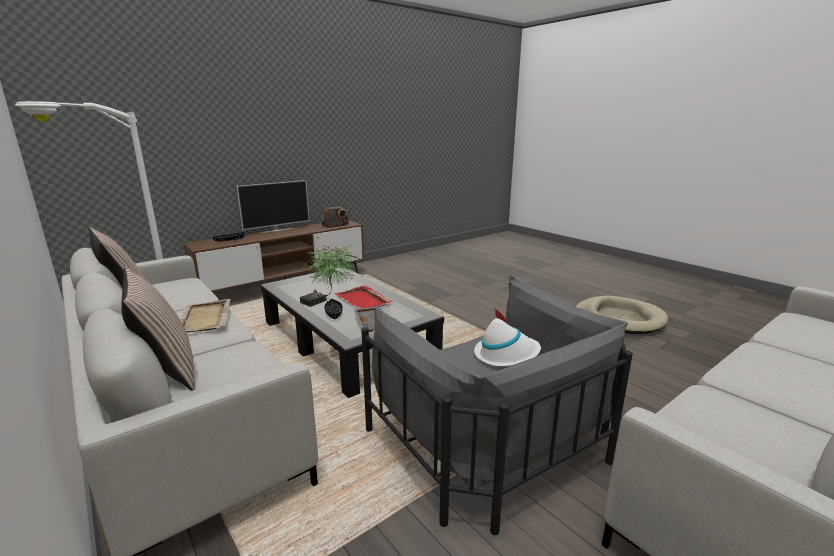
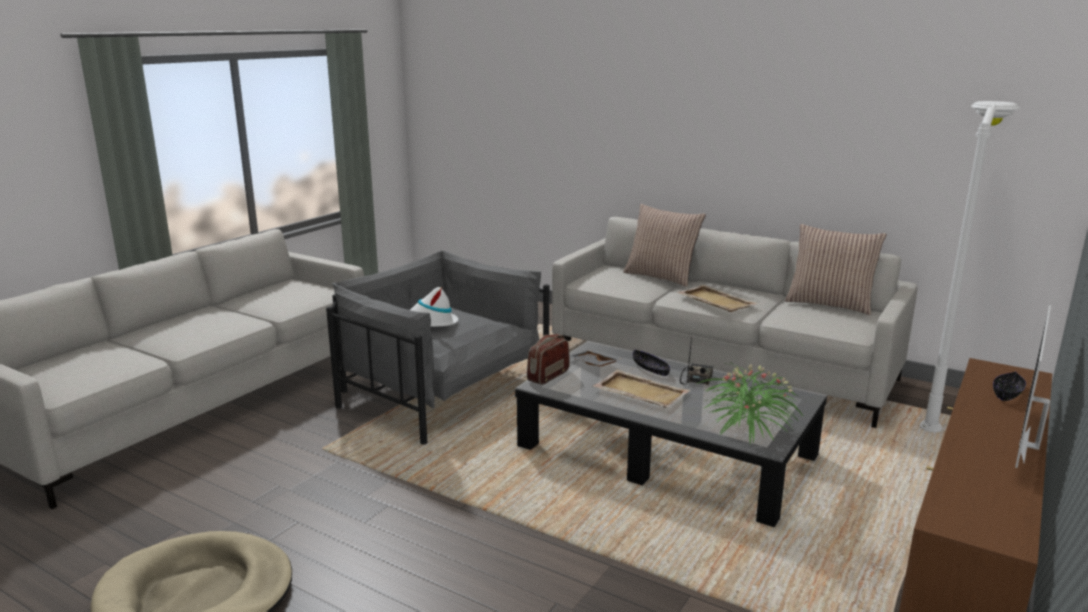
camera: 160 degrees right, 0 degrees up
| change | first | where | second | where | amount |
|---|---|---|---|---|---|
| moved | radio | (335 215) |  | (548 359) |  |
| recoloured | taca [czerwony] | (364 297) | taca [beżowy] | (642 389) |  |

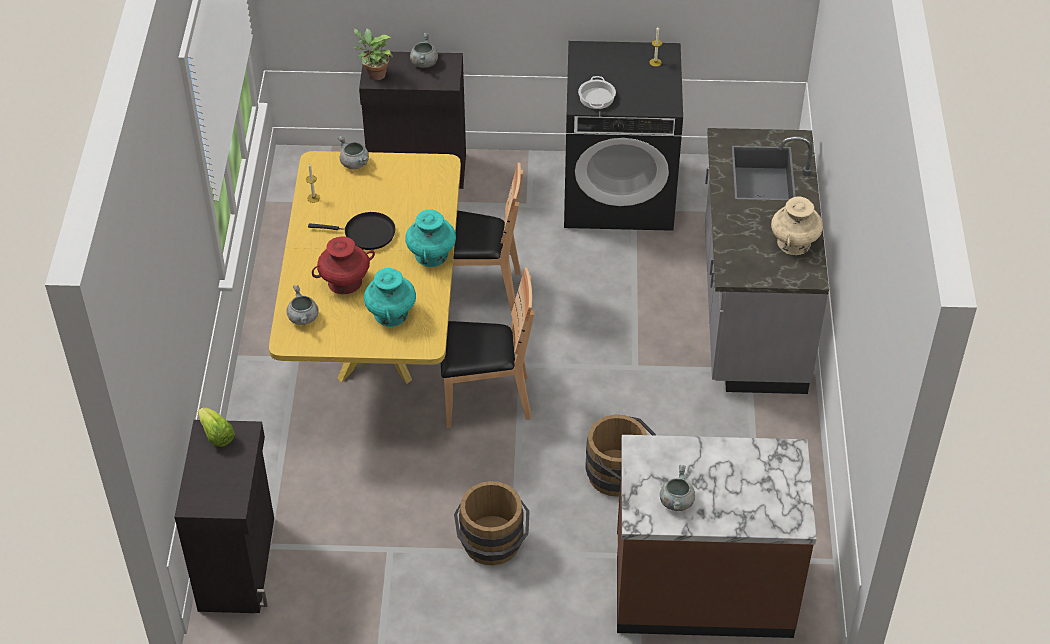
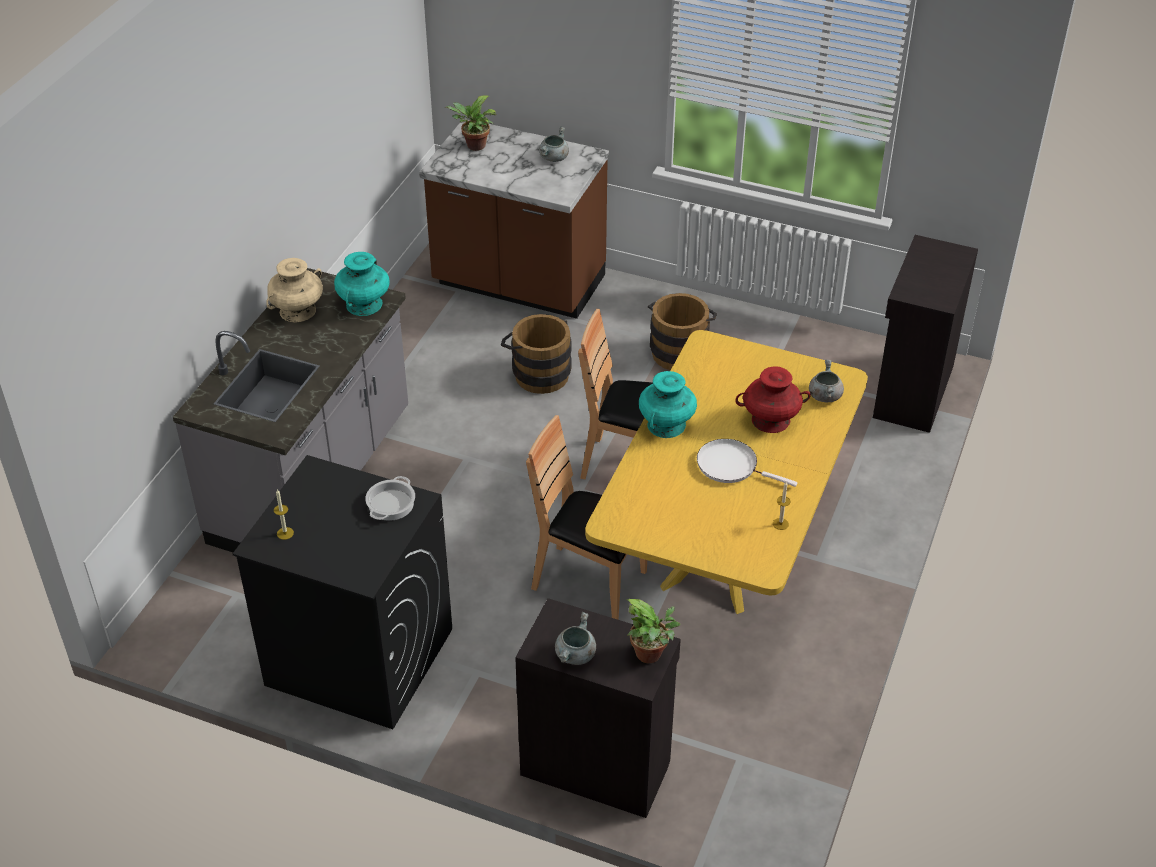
camera: 160 degrees left, 5 degrees down
| change | first | where | second | where | amount |
|---|---|---|---|---|---|
| removed | garnek [szary] | (353 152) |  |  |  |
| recoloured | patelnia [czarny] | (351 231) | patelnia [biały] | (747 463) |  |
| moved | wazon [turkusowy] | (390 297) |  | (362 284) |  |
| removed | sałata | (216 427) |  |  |  |
| added |  |  | roślina doniczkowa | (471 123) |  |

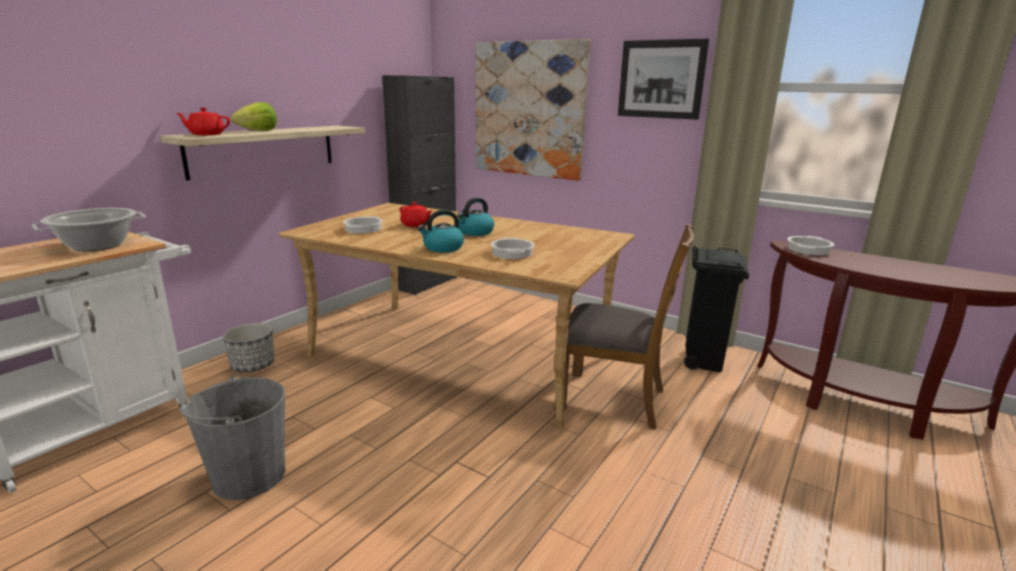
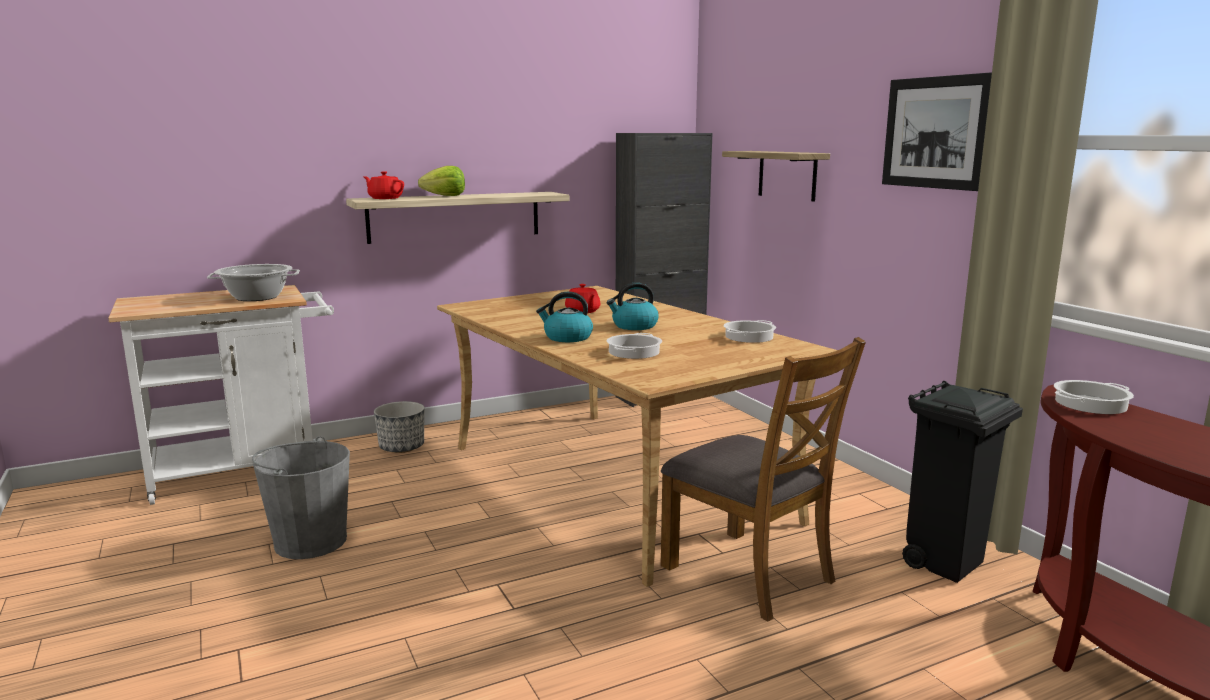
camera: 30 degrees right, 5 degrees down
| change | first | where | second | where | amount |
|---|---|---|---|---|---|
| replaced | obraz | (533 110) | półka | (776 176) |  |
| moved | garnek | (363 224) |  | (749 331) |  |

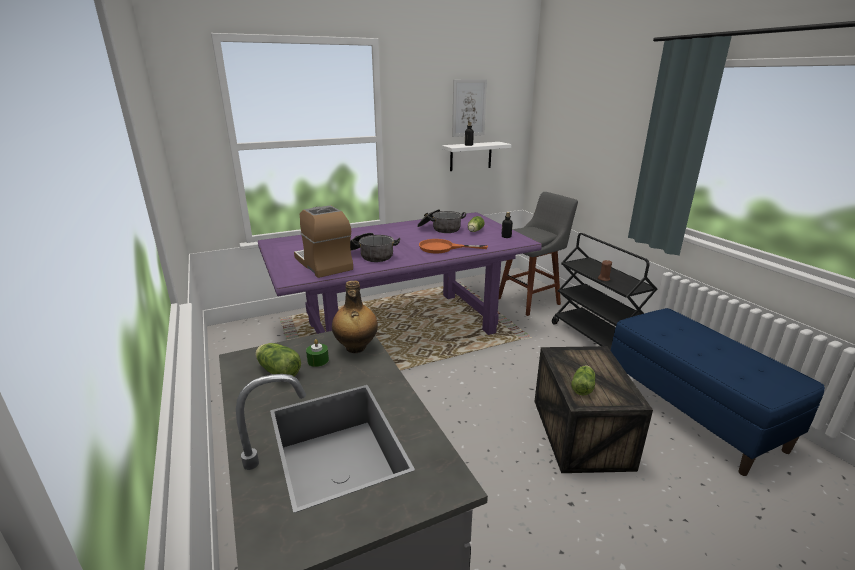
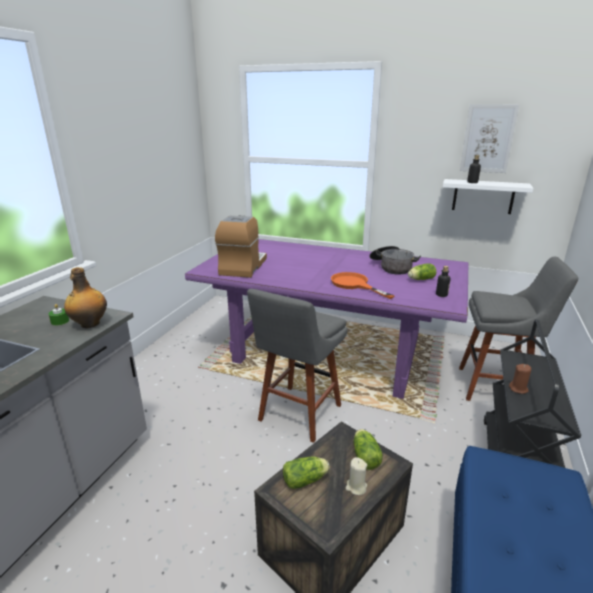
camera: 45 degrees right, 0 degrees up
| change | first | where | second | where | amount |
|---|---|---|---|---|---|
| removed | garnek | (375 247) |  |  |  |
| moved | sałata | (278 359) |  | (368 449) |  |
| added |  |  | stołek [szary] | (297 366) |  |
| added |  |  | świeca [beżowy] | (356 476) |  |

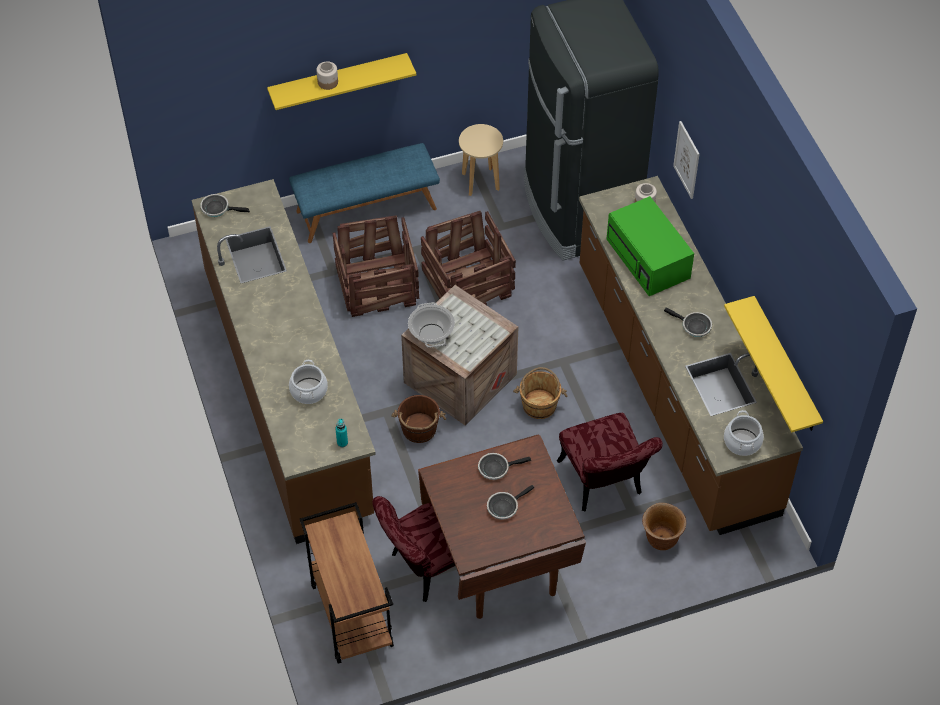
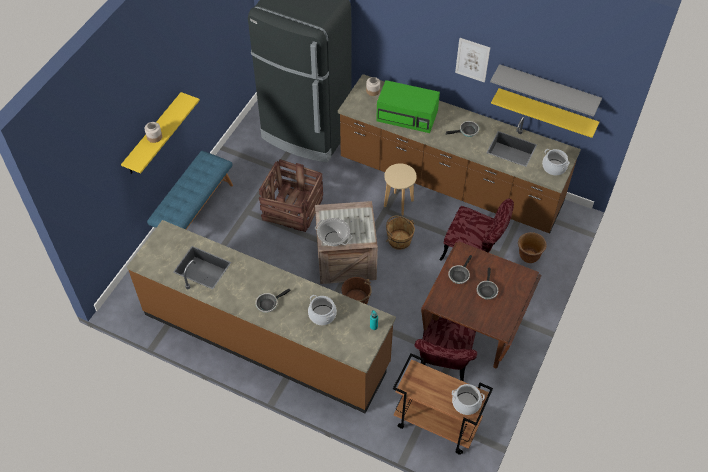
camera: 45 degrees left, 0 degrees up
| change | first | where | second | where | amount |
|---|---|---|---|---|---|
| moved | obraz | (686 160) |  | (472 60) |  |
| moved | stołek [beżowy] | (481 160) |  | (400 189) |  |
| moved | patelnia | (225 205) |  | (273 300) |  |
| removed | skrzynka | (376 266) |  |  |  |
| added |  |  | półka [szary] | (546 90) |  |
| added |  |  | garnek | (468 399) |  |

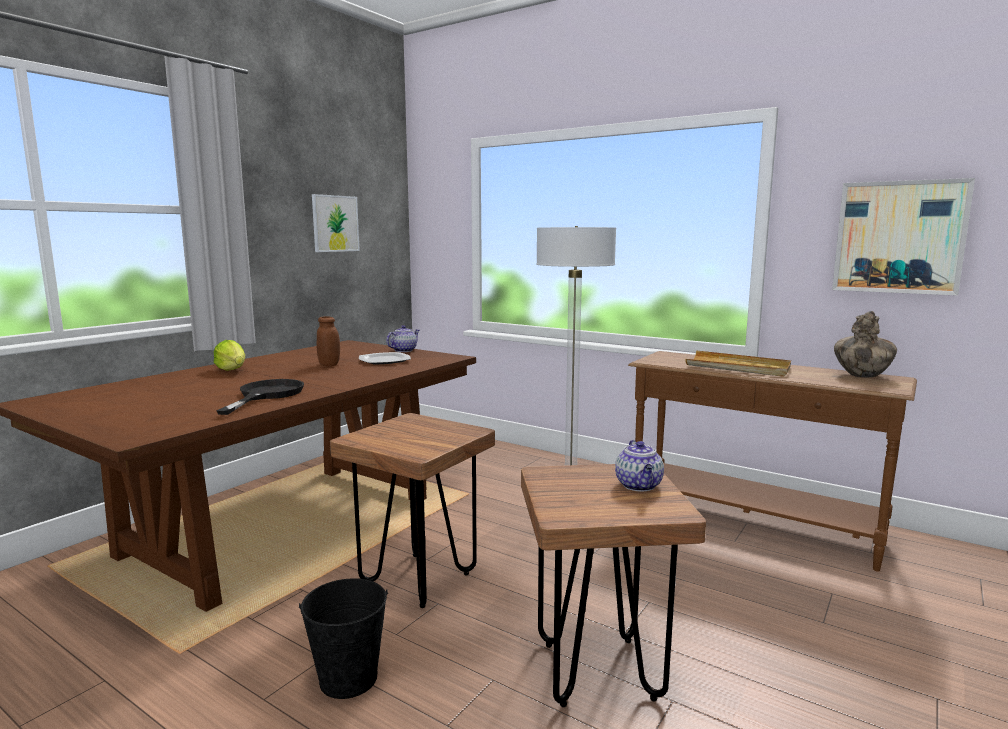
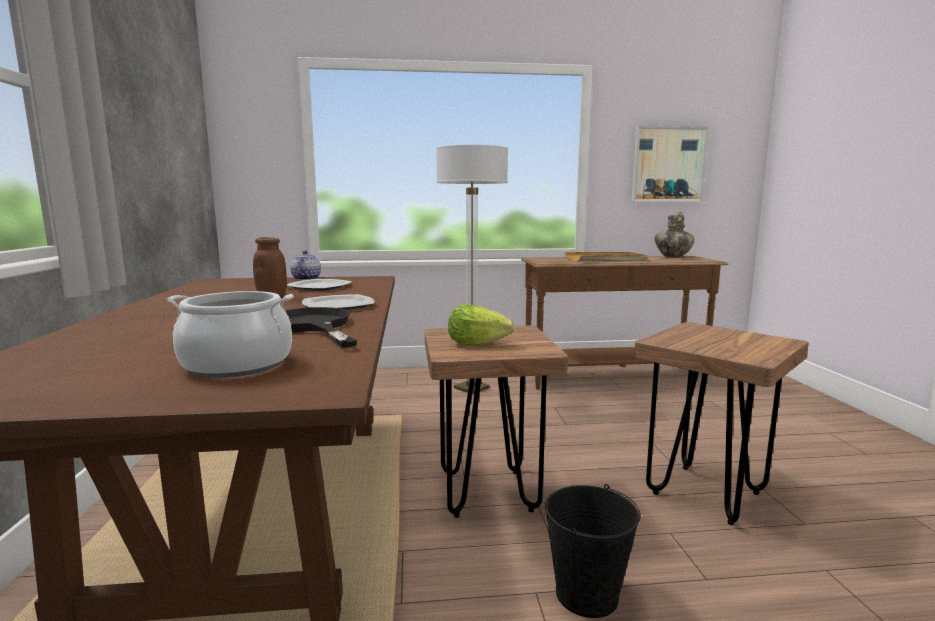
camera: 40 degrees left, 0 degrees up
| change | first | where | second | where | amount |
|---|---|---|---|---|---|
| removed | obraz | (336 223) |  |  |  |
| moved | sałata | (229 355) |  | (481 325) |  |
| removed | imbryk | (639 466) |  |  |  |
| added |  |  | garnek | (230 334) |  |
| added |  |  | talerz | (338 302) |  |

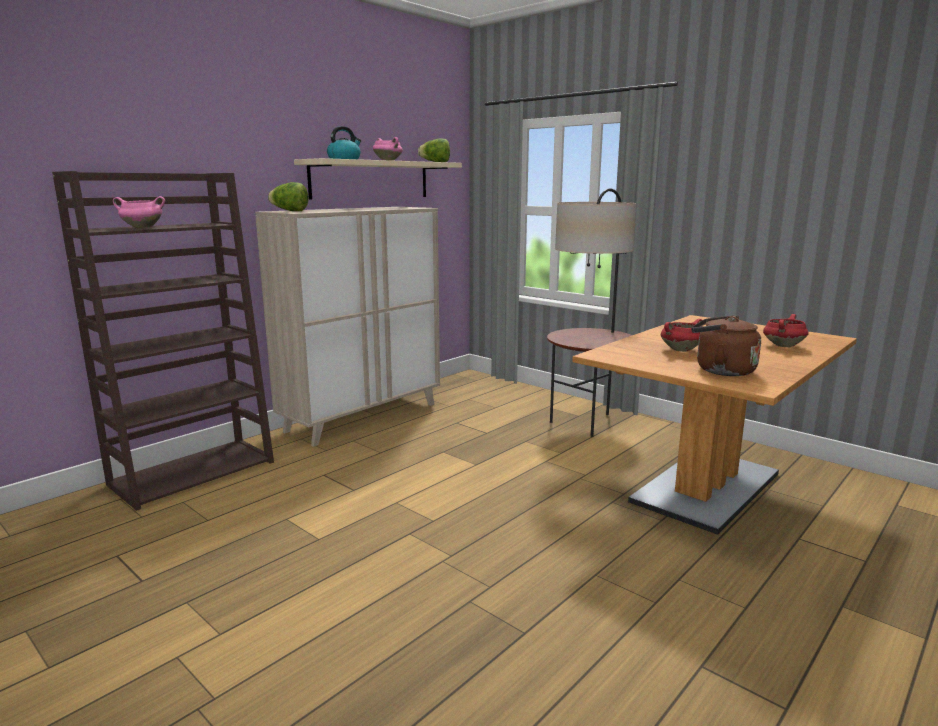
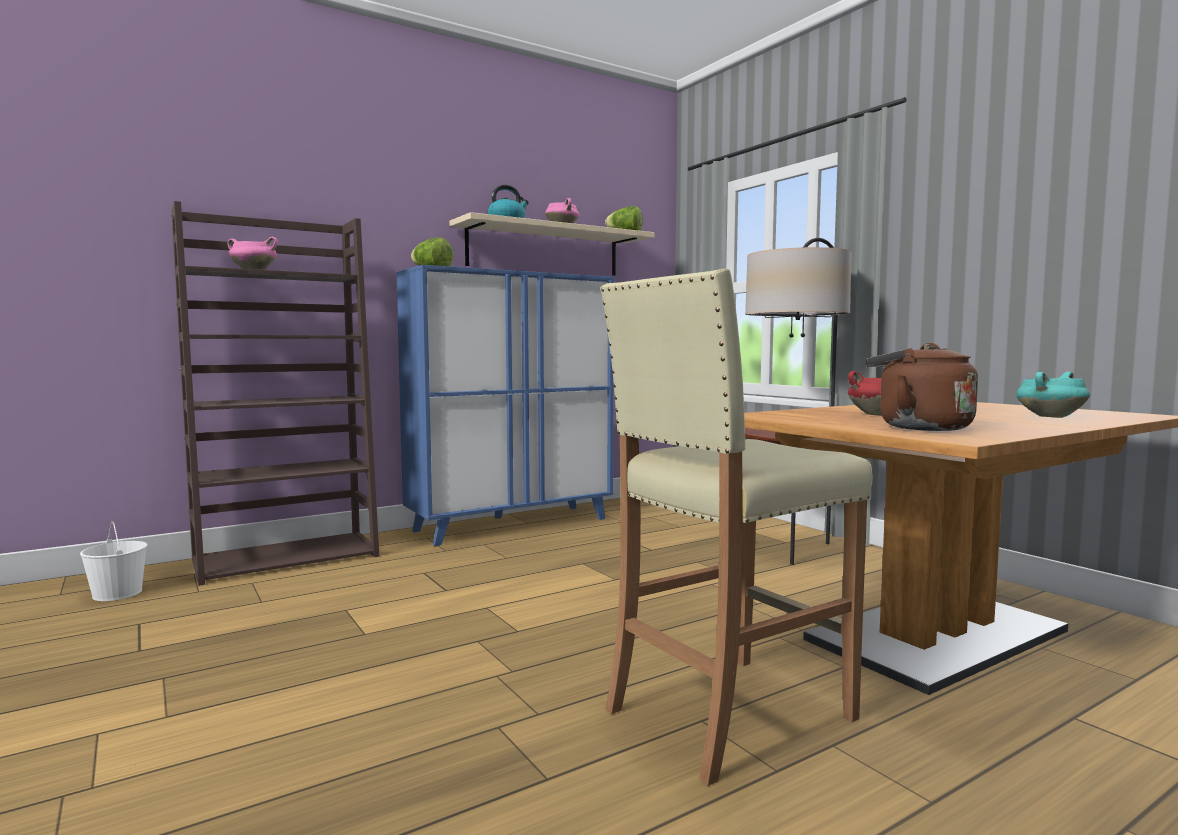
camera: 15 degrees right, 10 degrees down
| change | first | where | second | where | amount |
|---|---|---|---|---|---|
| recoloured | szafka [beżowy] | (347 327) | szafka [niebieski] | (505 405) |  |
| recoloured | garnek [czerwony] | (785 330) | garnek [turkusowy] | (1053 395) |  |
| added |  |  | stołek [beżowy] | (736 527) |  |
| added |  |  | wiadro [biały] | (114 561) |  |

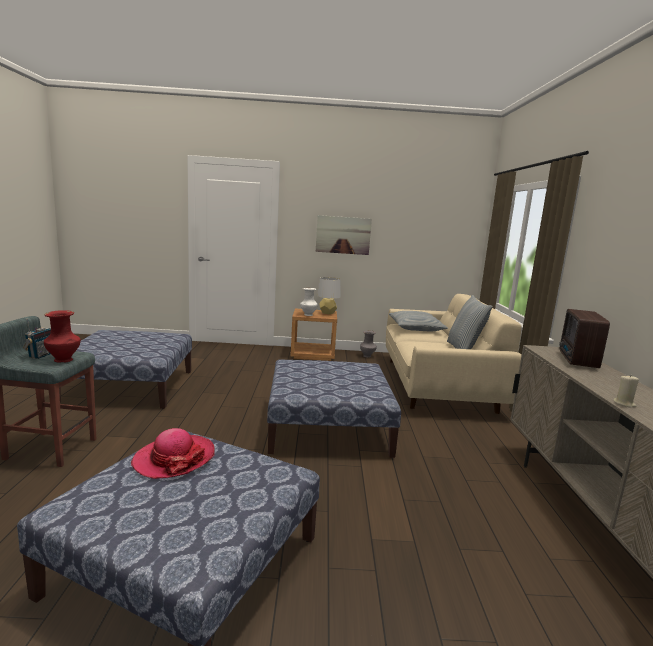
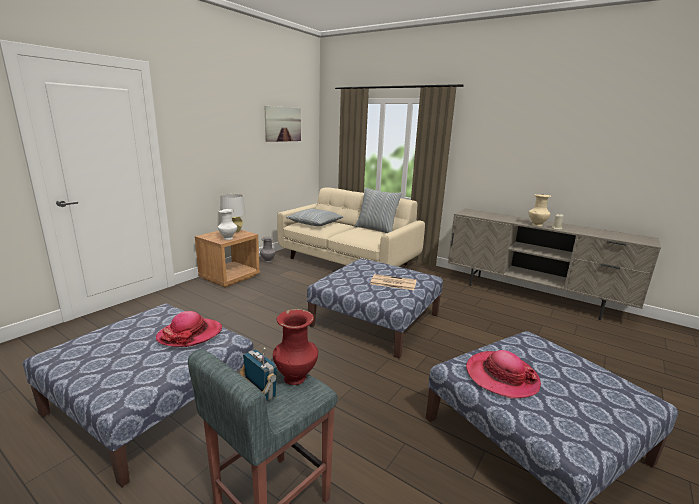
camera: 55 degrees left, 5 degrees up
| change | first | where | second | where | amount |
|---|---|---|---|---|---|
| moved | obraz | (344 235) |  | (283 124) |  |
| removed | radio | (584 338) |  |  |  |
| added |  |  | wazon [beżowy] | (540 210) |  |
| added |  |  | gazeta | (393 282) |  |
| added |  |  | kapelusz | (189 329) |  |

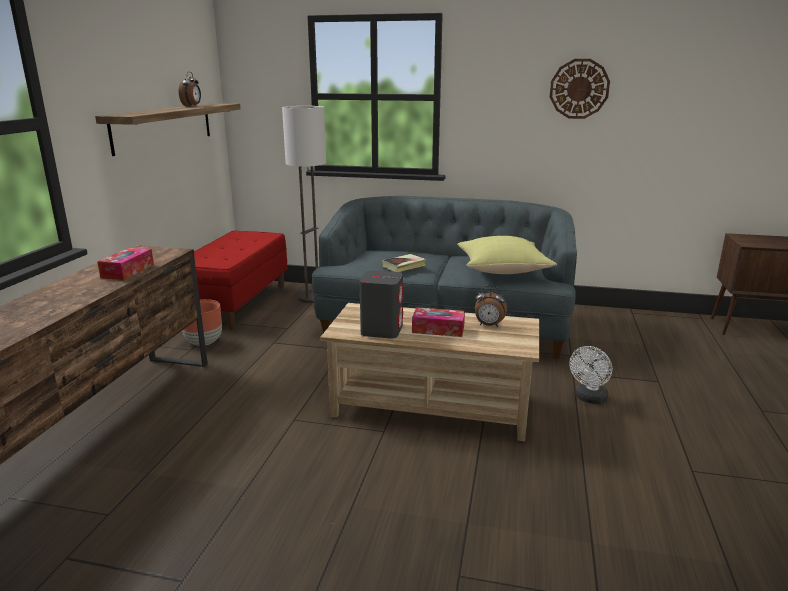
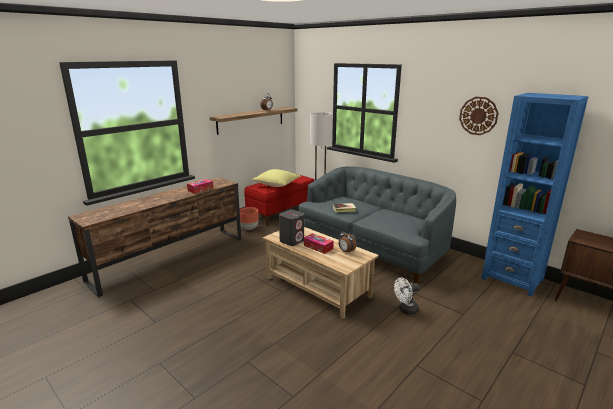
camera: 30 degrees right, 0 degrees up
| change | first | where | second | where | amount |
|---|---|---|---|---|---|
| moved | poduszka [żółty] | (507 255) |  | (276 178) |  |
| added |  |  | regał [niebieski] | (535 195) |  |

